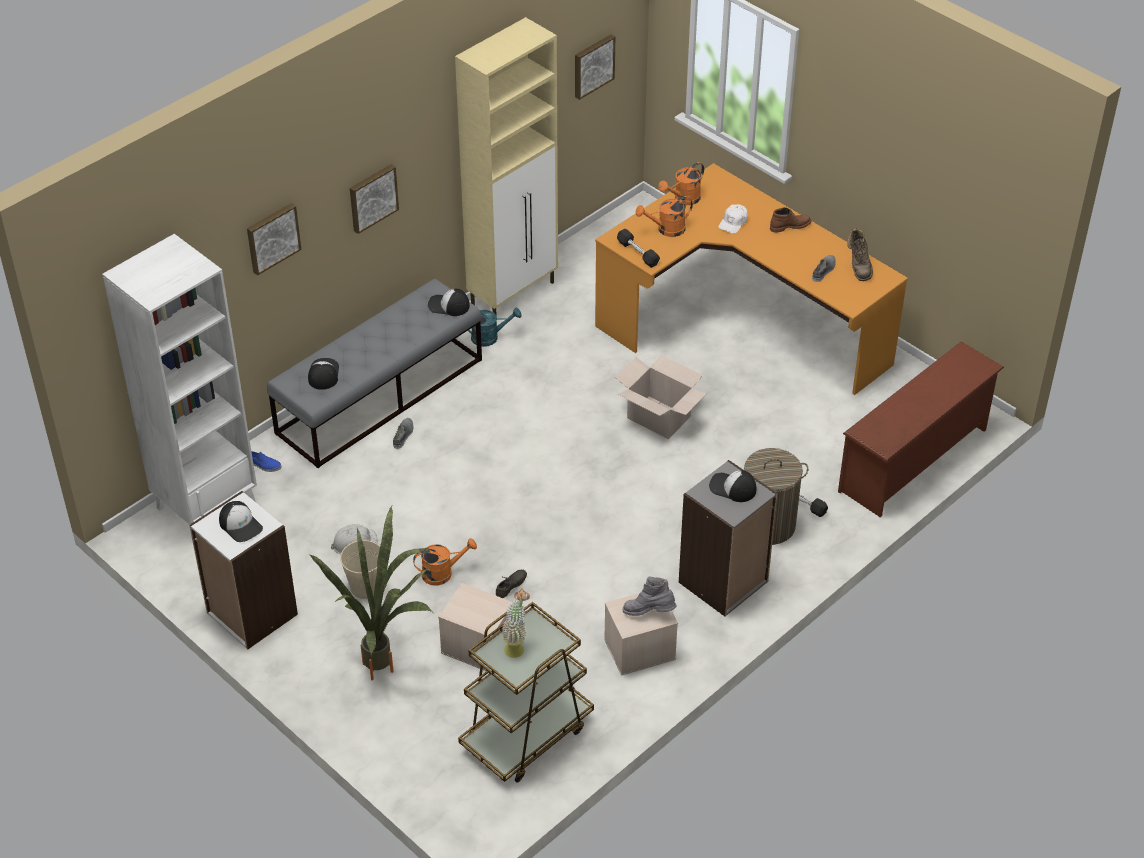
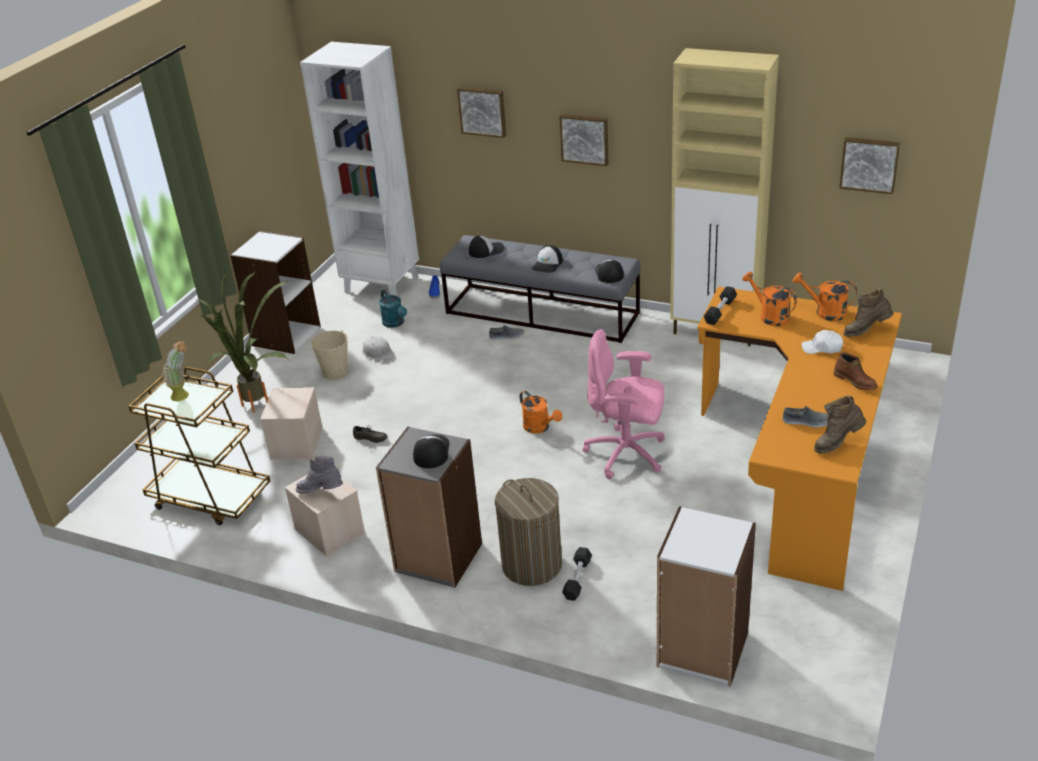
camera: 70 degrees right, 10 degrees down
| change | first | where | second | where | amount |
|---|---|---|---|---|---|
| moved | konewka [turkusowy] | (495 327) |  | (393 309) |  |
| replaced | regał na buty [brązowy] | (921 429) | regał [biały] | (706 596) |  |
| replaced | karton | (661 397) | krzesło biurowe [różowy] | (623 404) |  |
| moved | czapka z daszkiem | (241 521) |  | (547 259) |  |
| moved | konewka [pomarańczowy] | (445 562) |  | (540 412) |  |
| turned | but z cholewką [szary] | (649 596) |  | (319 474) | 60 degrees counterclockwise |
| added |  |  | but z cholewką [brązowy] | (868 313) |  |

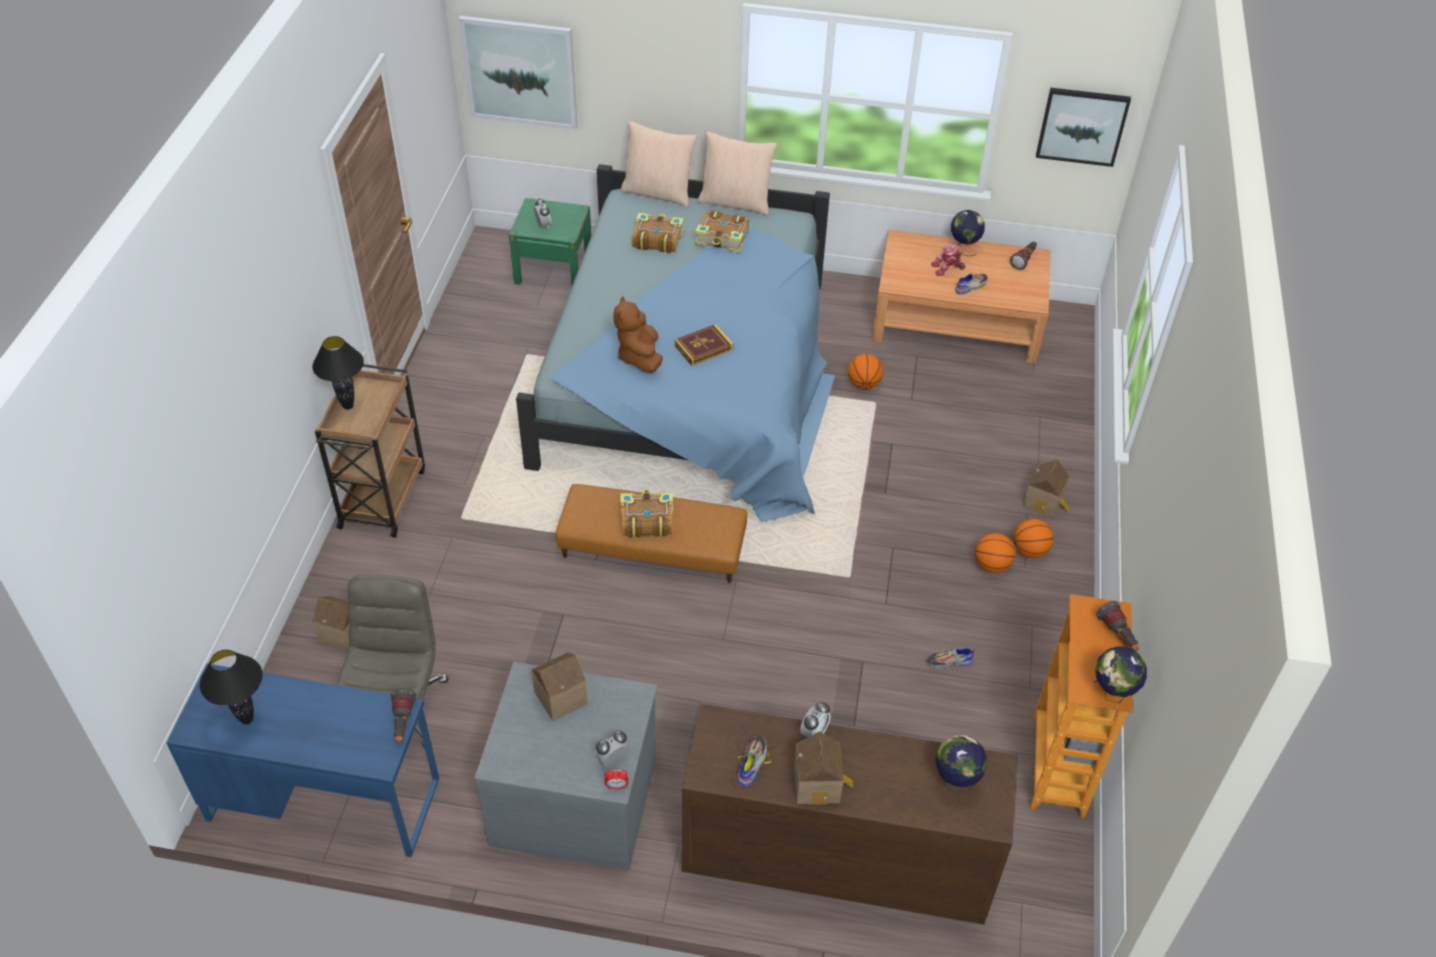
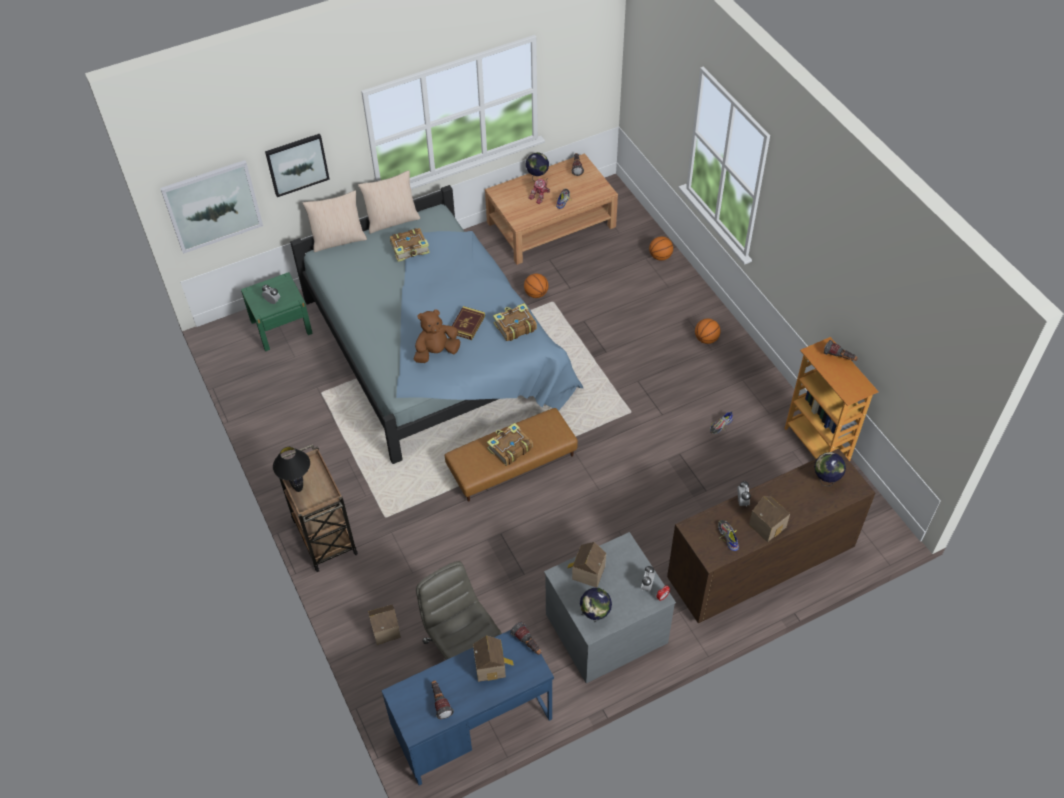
camera: 35 degrees left, 5 degrees up
| change | first | where | second | where | amount |
|---|---|---|---|---|---|
| moved | obraz | (1083 127) |  | (297 165) |  |
| moved | książka | (658 233) |  | (515 322) |  |
| turned | pluszak [brązowy] | (638 334) |  | (437 336) | 105 degrees clockwise |
| moved | domek | (1046 488) |  | (493 658) |  |
| moved | piłka do koszykówki | (995 553) |  | (661 248) |  |
| moved | globus | (1120 675) |  | (596 605) |  |
| replaced | lampa stołowa [czarny] | (231 687) | latarka | (443 700) |  |

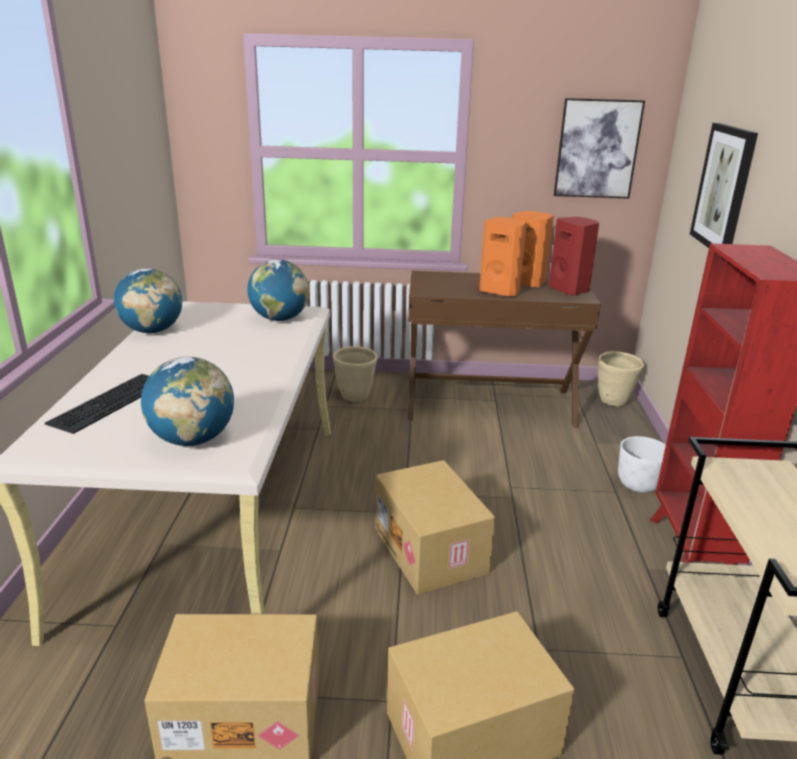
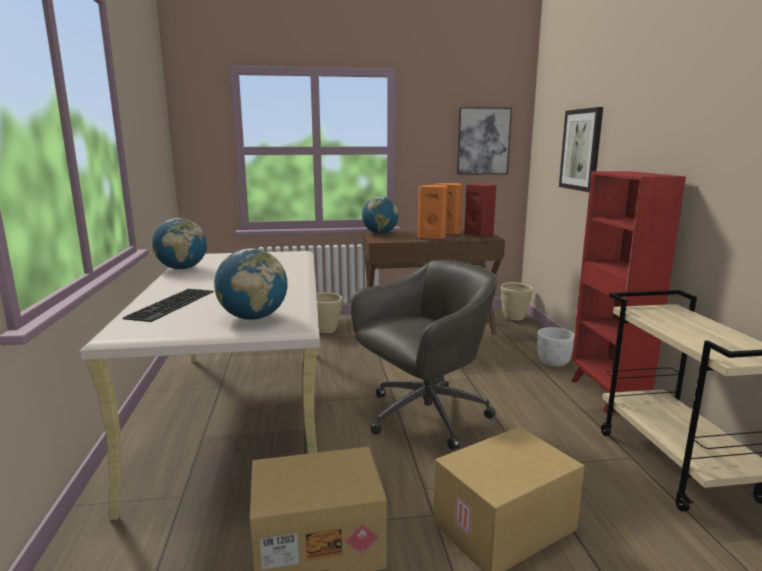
camera: 10 degrees left, 10 degrees down
| change | first | where | second | where | amount |
|---|---|---|---|---|---|
| moved | globus | (278 290) |  | (380 215) |  |
| replaced | karton | (435 527) | krzesło biurowe [szary] | (424 355) |  |

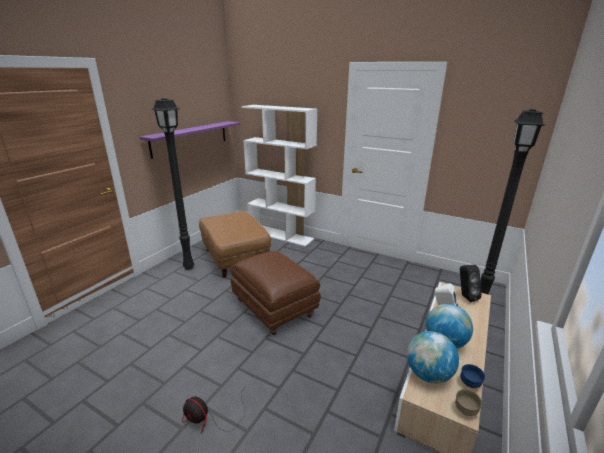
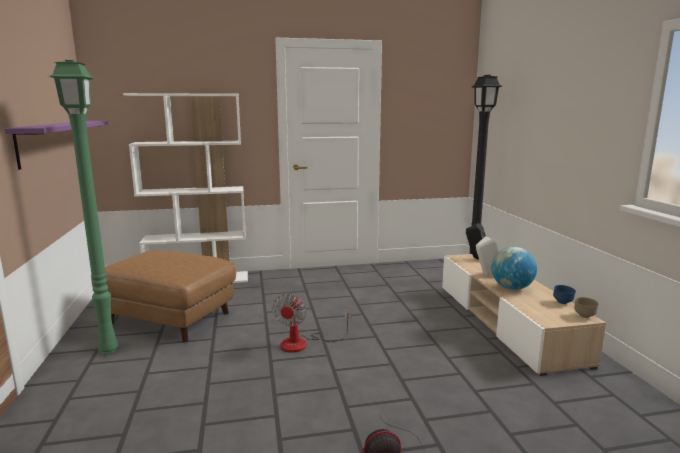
camera: 40 degrees left, 10 degrees down
| change | first | where | second | where | amount |
|---|---|---|---|---|---|
| recoloured | lampa stojąca [czarny] | (172 184) | lampa stojąca [zielony] | (84 207) |  |
| replaced | pufa [brązowy] | (276 293) | wentylator | (312 323) |  |
| removed | globus | (433 357) |  |  |  |

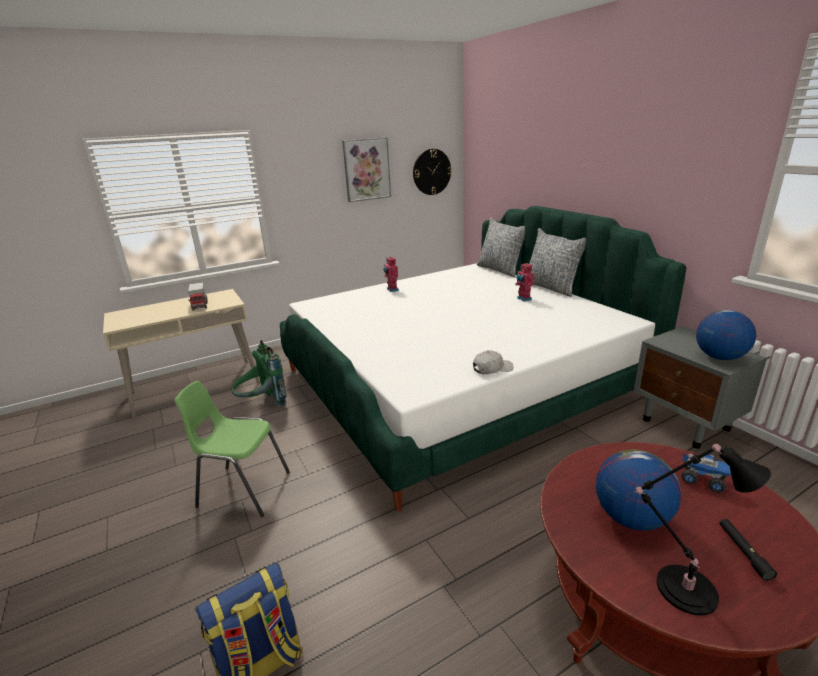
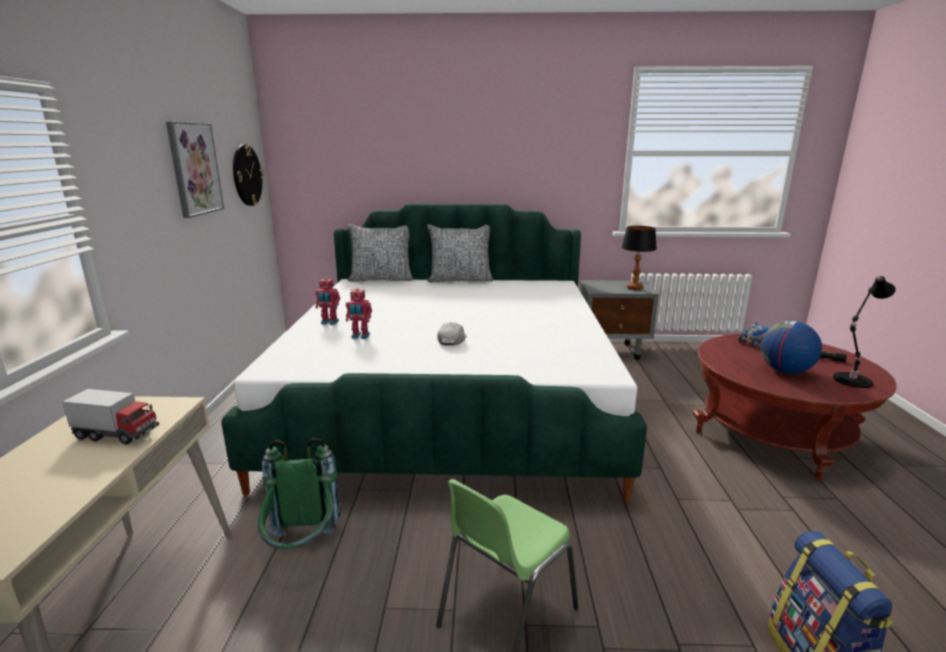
camera: 60 degrees left, 5 degrees down
| change | first | where | second | where | amount |
|---|---|---|---|---|---|
| moved | robot zabawkowy | (524 282) |  | (359 313) |  |
| replaced | globus | (726 335) | lampa stołowa | (639 258) |  |
| moved | czapka z daszkiem [biały] | (493 362) |  | (452 334) |  |

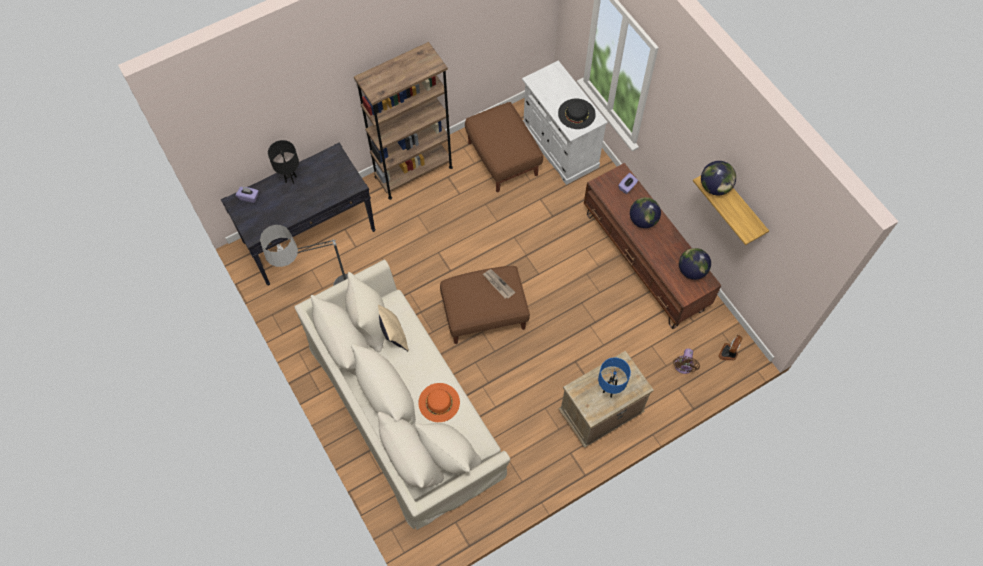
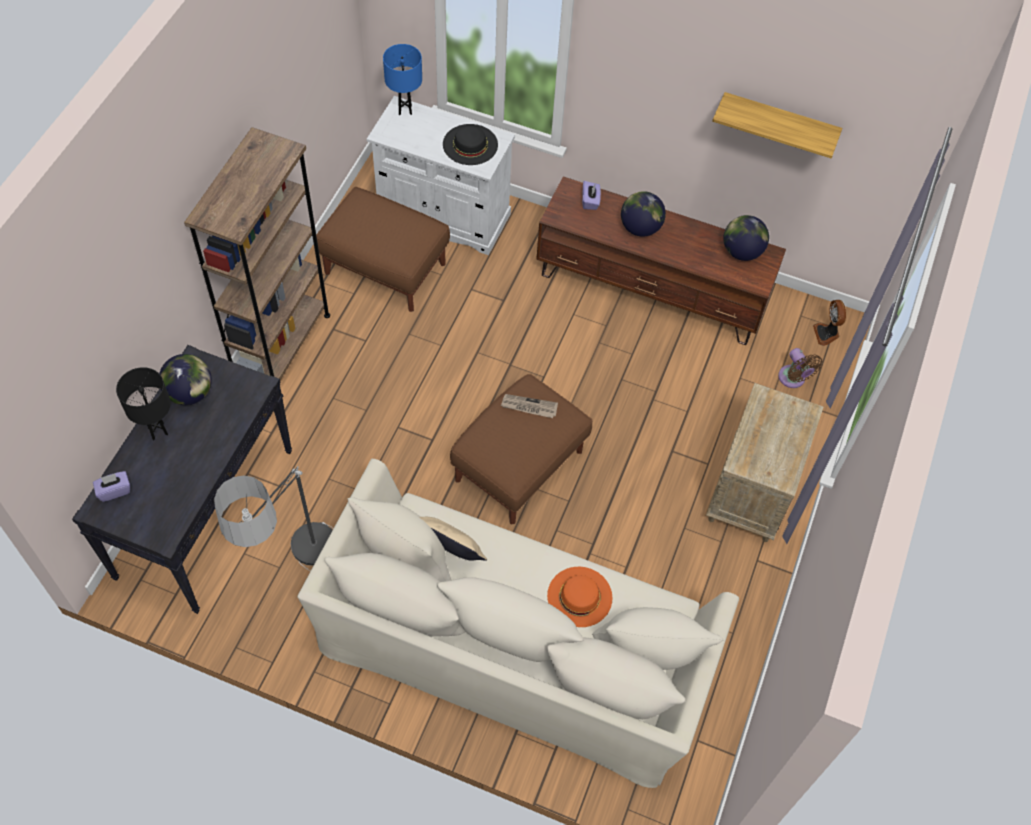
camera: 40 degrees left, 5 degrees down
| change | first | where | second | where | amount |
|---|---|---|---|---|---|
| moved | globus | (718 178) |  | (185 379) |  |
| moved | lampa stołowa [niebieski] | (614 378) |  | (402 79) |  |

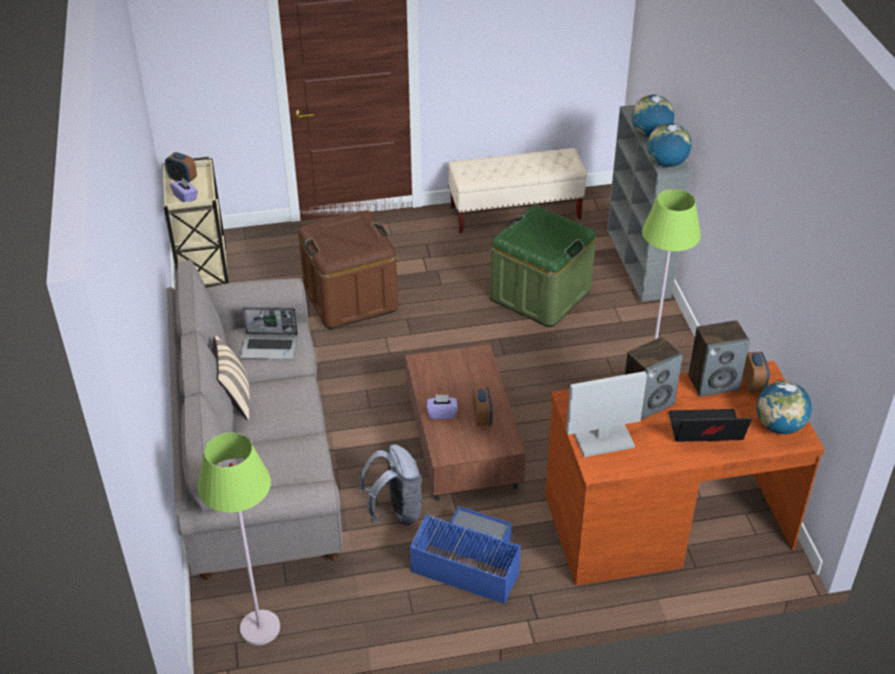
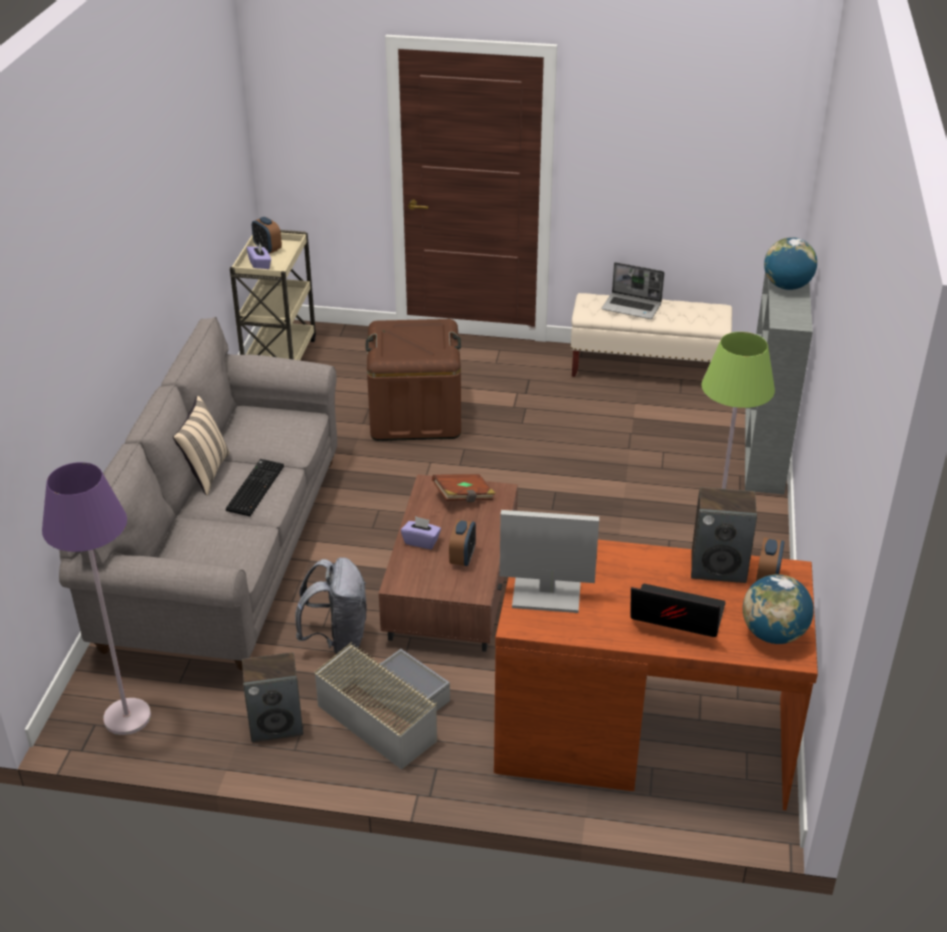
camera: 20 degrees right, 5 degrees down
| change | first | where | second | where | amount |
|---|---|---|---|---|---|
| removed | globus | (669 145) |  |  |  |
| removed | pojemnik do przechowywania [zielony] | (543 266) |  |  |  |
| moved | laptop | (269 333) |  | (633 290) |  |
| moved | głośnik | (654 378) |  | (272 697) |  |
| recoloured | lampa stojąca [zielony] | (239 538) | lampa stojąca [fioletowy] | (96 598) |  |
| recoloured | pojemnik do przechowywania [niebieski] | (465 555) | pojemnik do przechowywania [szary] | (382 706) |  |
| added |  |  | klawiatura | (255 487) |  |
| added |  |  | książka [brązowy] | (464 488) |  |

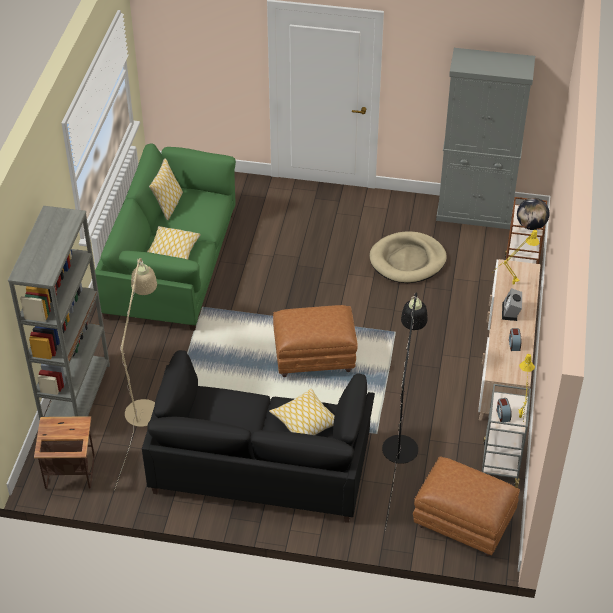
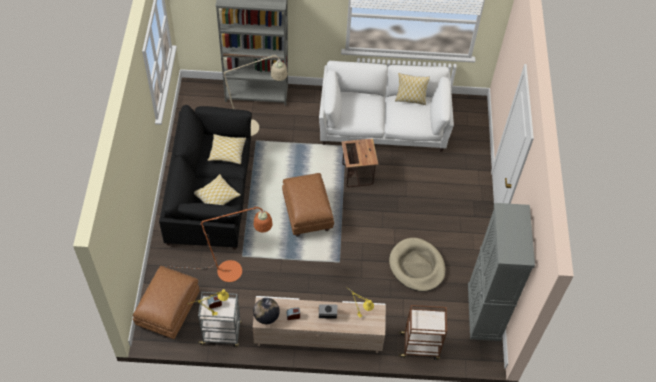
camera: 80 degrees right, 10 degrees up
| change | first | where | second | where | amount |
|---|---|---|---|---|---|
| recoloured | kanapa [zielony] | (165 237) | kanapa [biały] | (386 106) |  |
| moved | globus | (533 214) |  | (266 311) |  |
| moved | poduszka | (174 242) |  | (226 149) |  |
| recoloured | lampa stojąca [czarny] | (404 412) | lampa stojąca [pomarańczowy] | (218 244) |  |
| moved | stolik | (64 452) |  | (359 163) |  |

